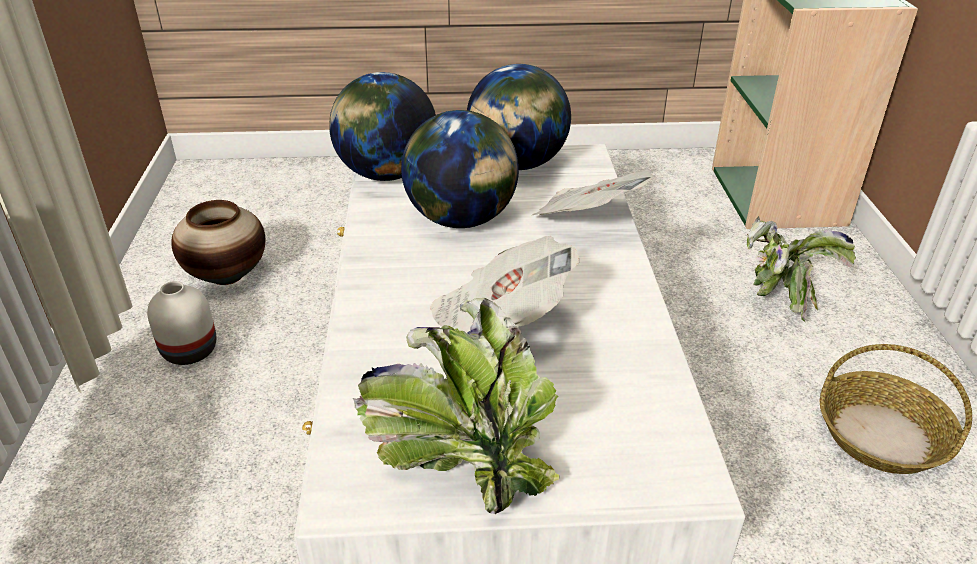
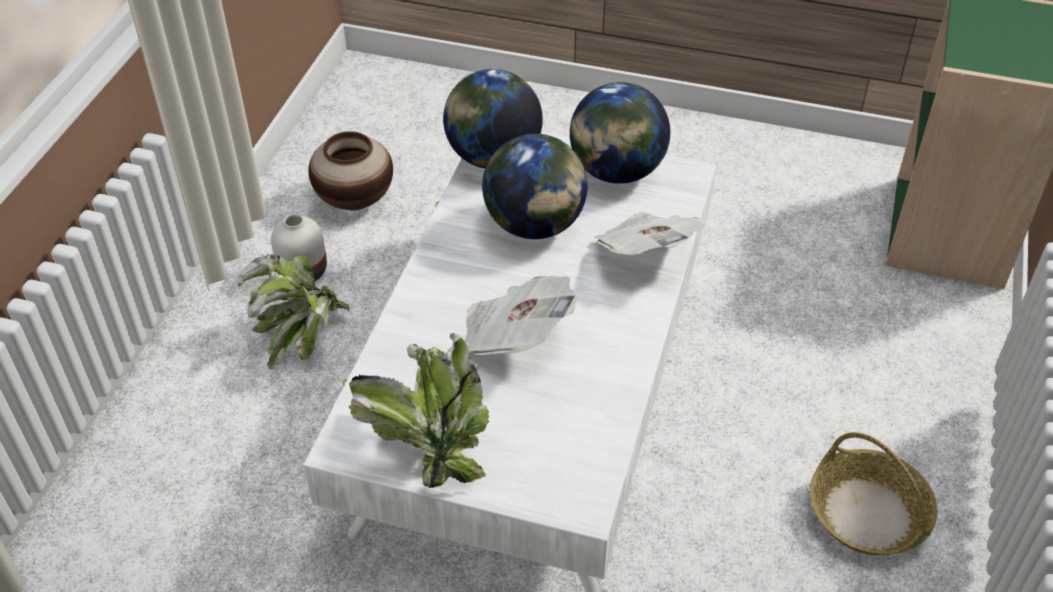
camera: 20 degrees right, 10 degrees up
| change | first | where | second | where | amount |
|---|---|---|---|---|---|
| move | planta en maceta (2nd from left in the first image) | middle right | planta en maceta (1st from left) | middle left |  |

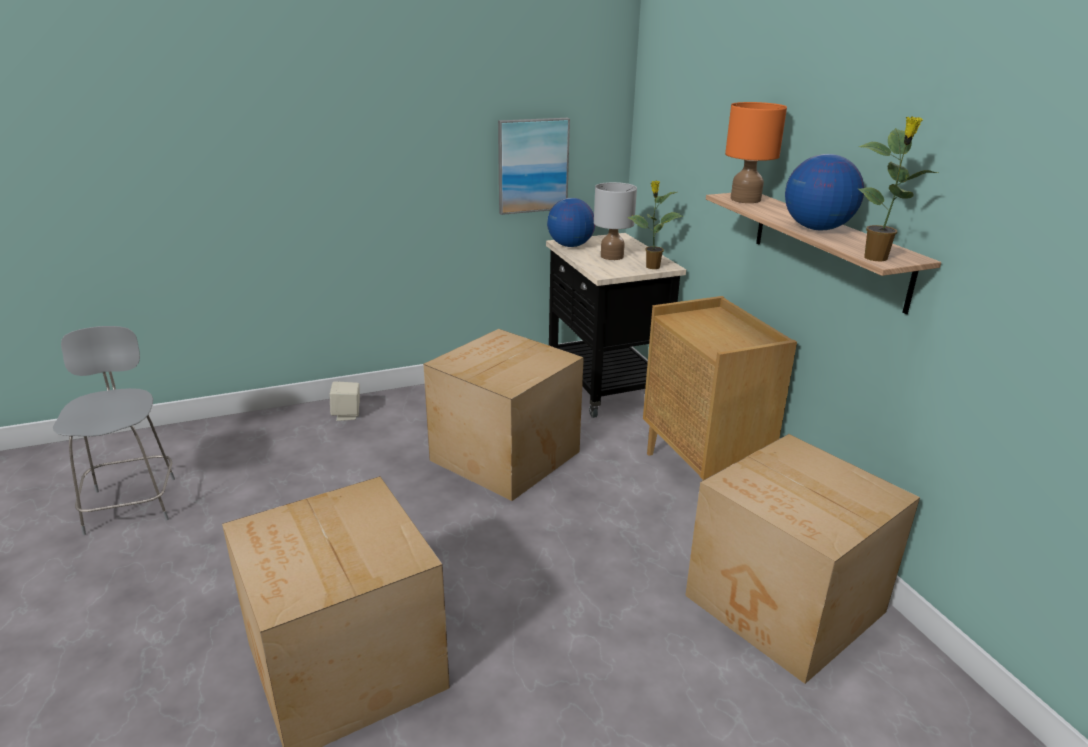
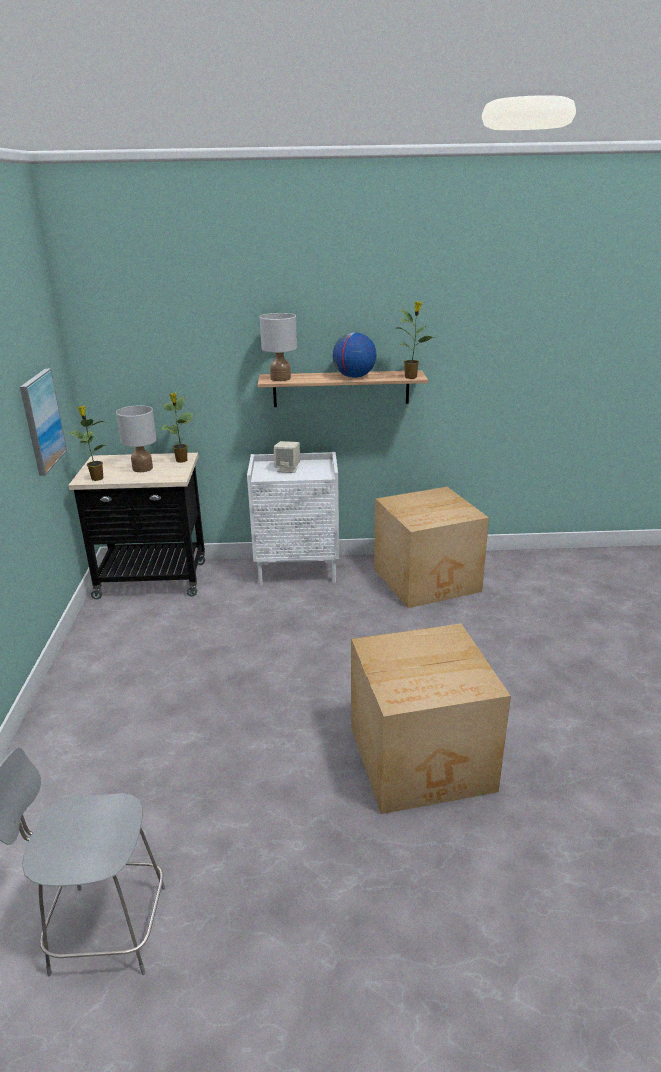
camera: 70 degrees left, 0 degrees up
| change | first | where | second | where | amount |
|---|---|---|---|---|---|
| move | altavoz [beis] | middle left |  | centre |  |
| delete | caja de cartón (2nd from left) | centre |  |  |  |
| replace | globo terráqueo (1st from left) | top centre | planta en maceta (1st from left) | middle left |  |
| recolor | armario [marrón] | centre | armario [blanco] | centre |  |
| recolor | lámpara de mesa [naranja] | top right | lámpara de mesa [gris] (2nd from left) | top centre |  |

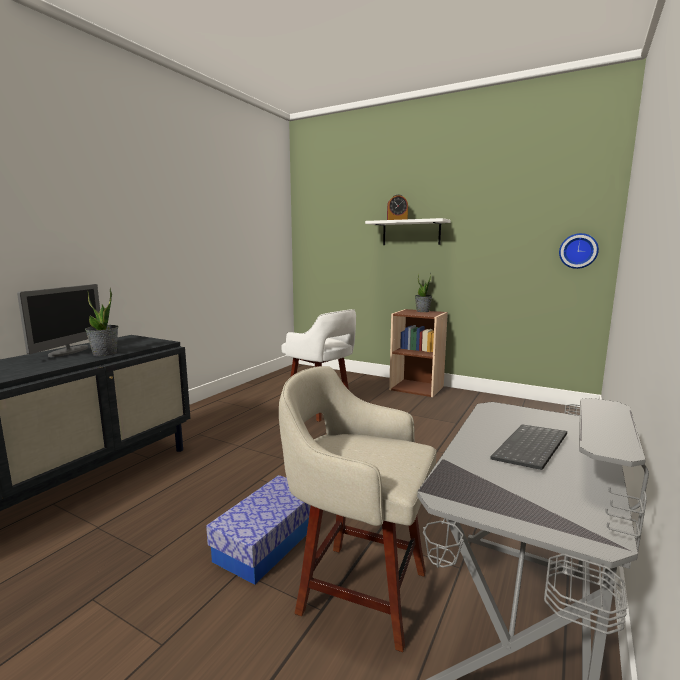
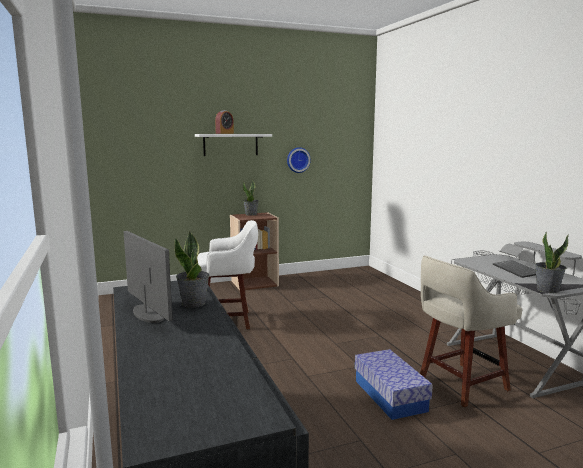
camera: 50 degrees left, 0 degrees up
| change | first | where | second | where | amount |
|---|---|---|---|---|---|
| move | reloj de pared | middle right |  | centre |  |
| insert |  |  | planta en maceta (3rd from left) | middle right |  |

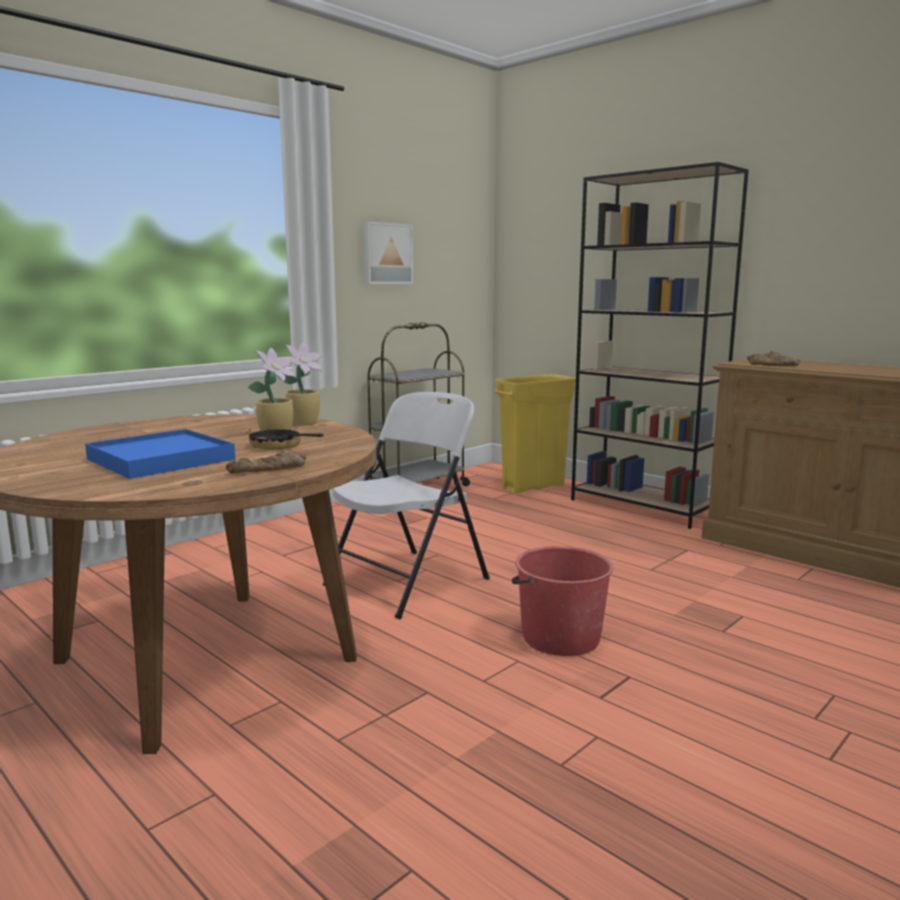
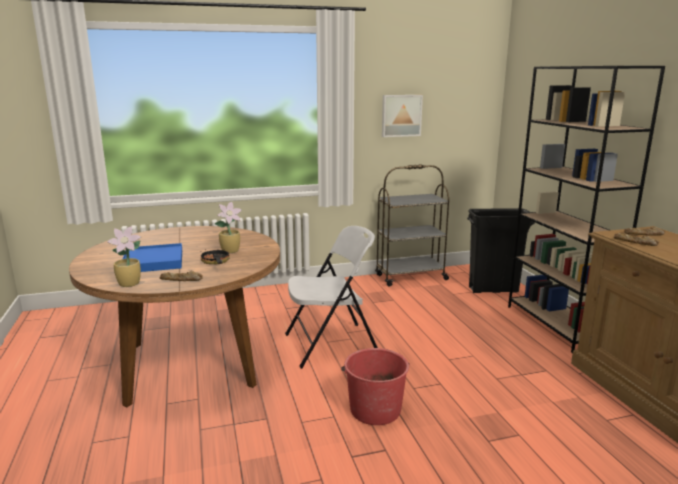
camera: 30 degrees right, 5 degrees up
| change | first | where | second | where | amount |
|---|---|---|---|---|---|
| move | planta en maceta (2nd from left in the first image) | centre | planta en maceta (1st from left) | middle left |  |
| recolor | papelera [amarillo] | centre | papelera [negro] | middle right |  |

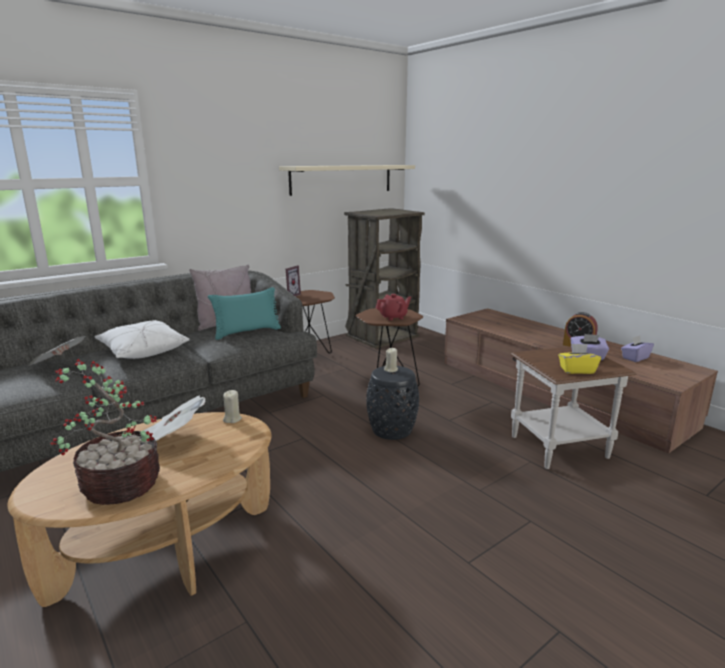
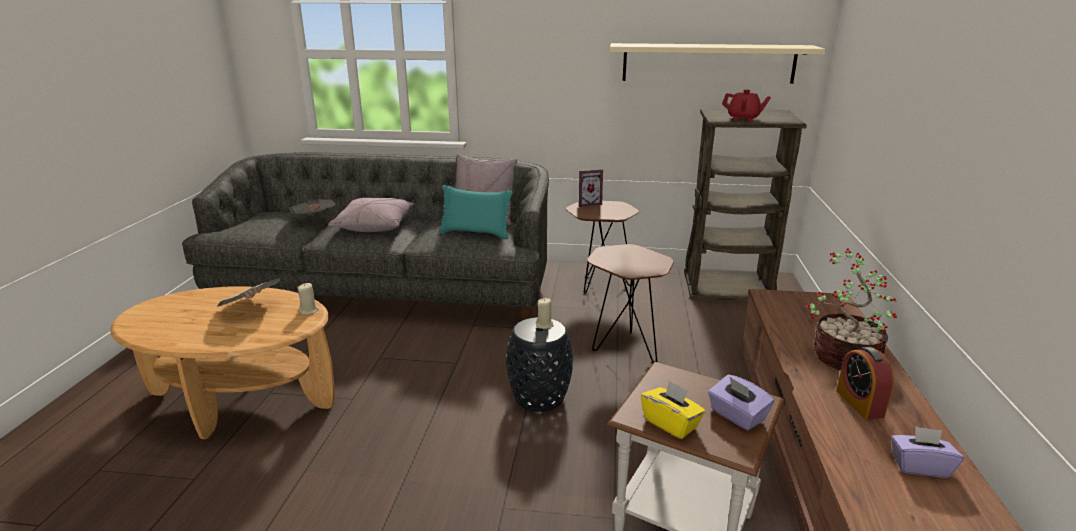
camera: 45 degrees right, 5 degrees up
| change | first | where | second | where | amount |
|---|---|---|---|---|---|
| move | planta en maceta | middle left |  | middle right |  |
| recolor | cojín [blanco] | middle left | cojín [morado] (1st from left) | centre |  |
| move | tetera [rojo] | centre |  | top right |  |

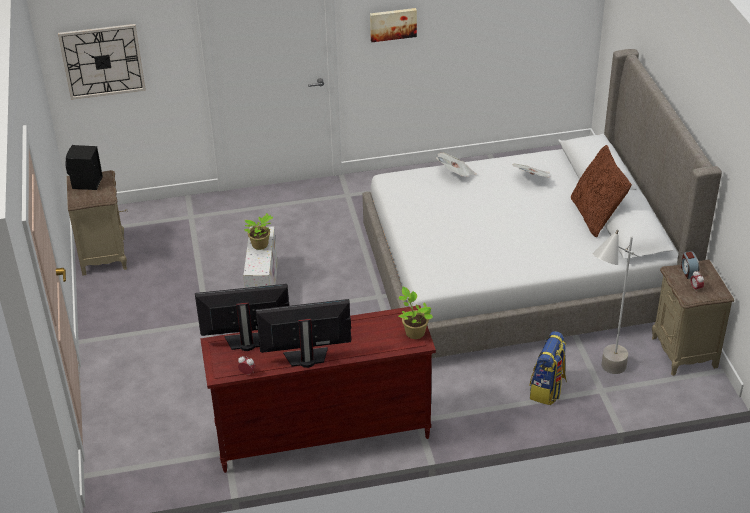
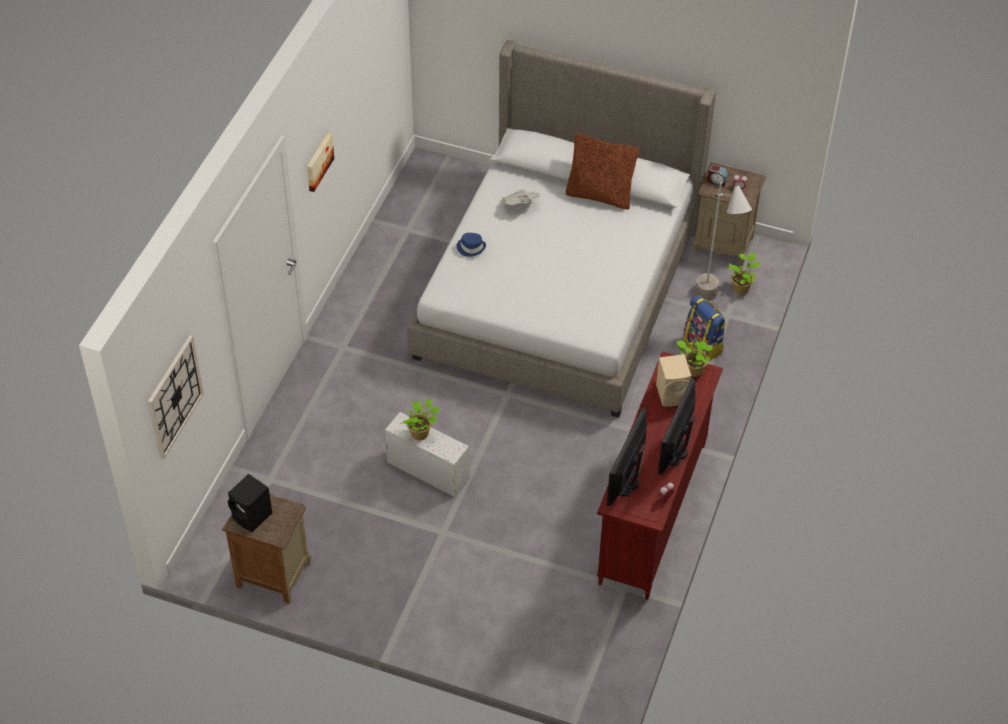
camera: 60 degrees left, 10 degrees up
| change | first | where | second | where | amount |
|---|---|---|---|---|---|
| replace | periódico (1st from left) | top centre | sombrero [azul] | centre |  |
| insert |  |  | altavoz [beis] | middle right |  |
| insert |  |  | planta en maceta (3rd from left) | middle right |  |

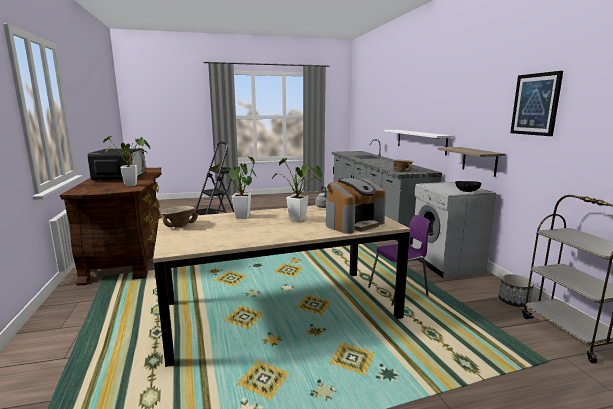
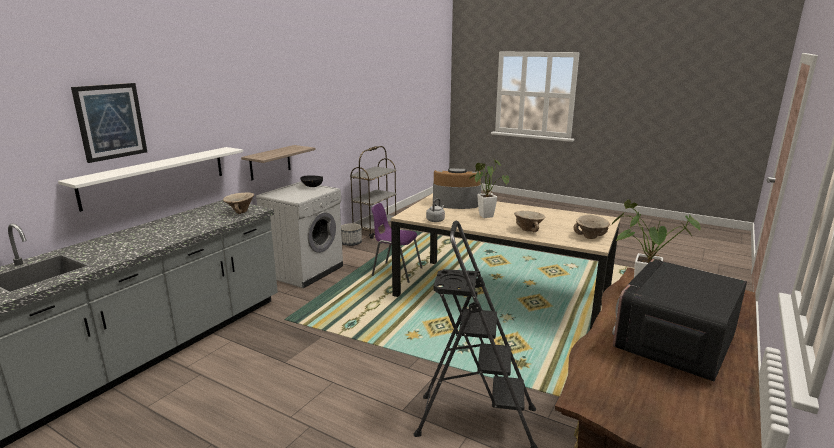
camera: 135 degrees left, 5 degrees up
| change | first | where | second | where | amount |
|---|---|---|---|---|---|
| replace | planta en maceta (2nd from left) | centre | cuenco [beis] (2nd from left) | centre |  |
| move | cuadro | top right |  | top left |  |

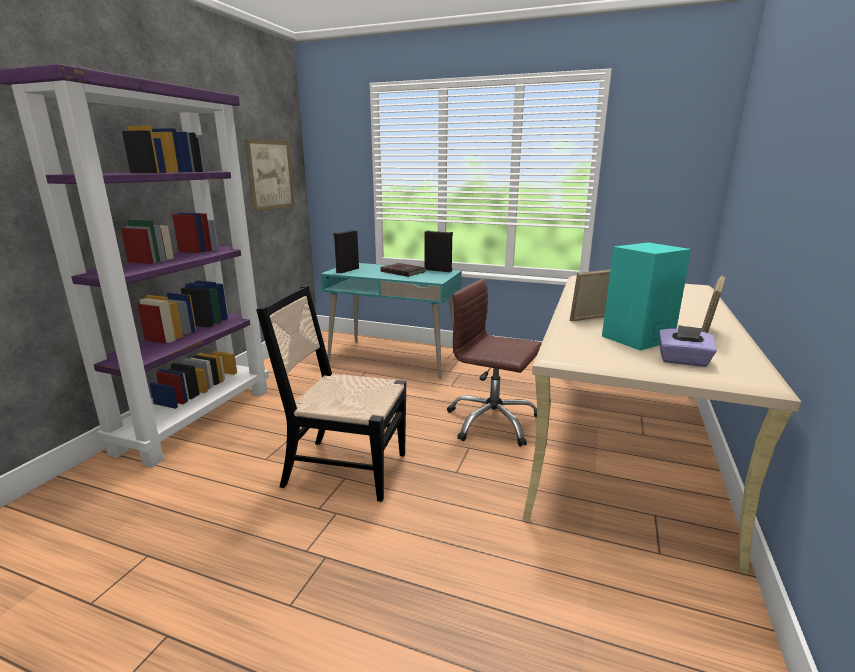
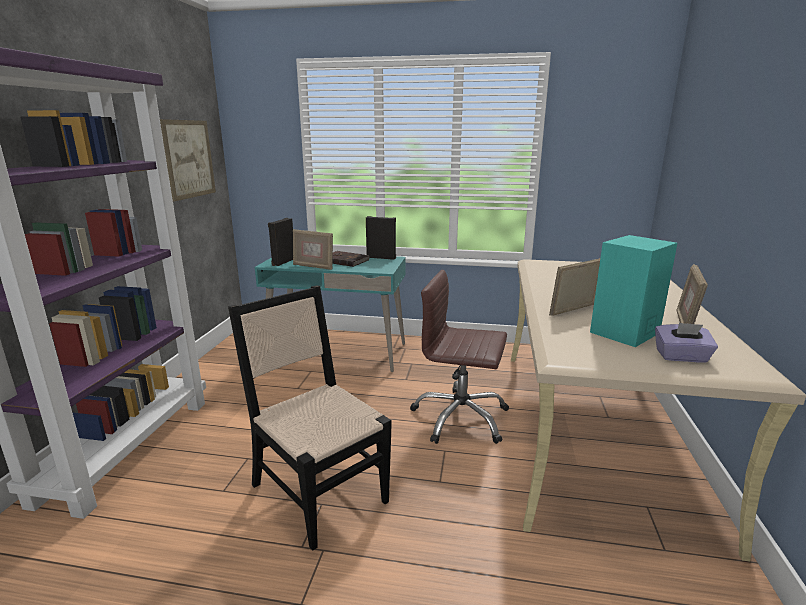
camera: 10 degrees left, 0 degrees up
| change | first | where | second | where | amount |
|---|---|---|---|---|---|
| rotate | silla | centre |  | bottom centre | 45 degrees clockwise |
| insert |  |  | portarretratos (1st from left) | centre |  |

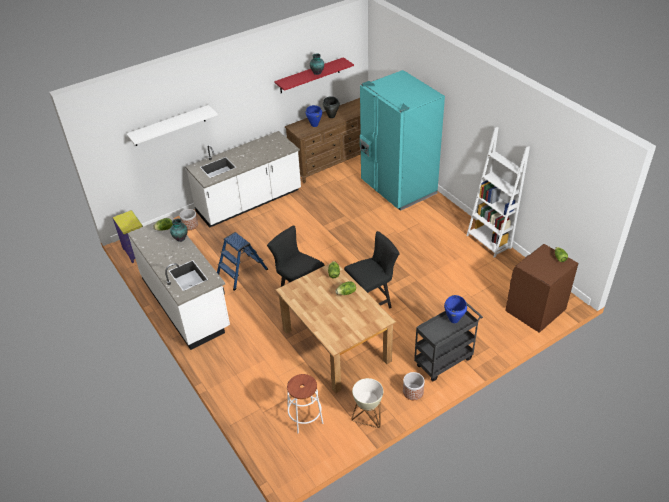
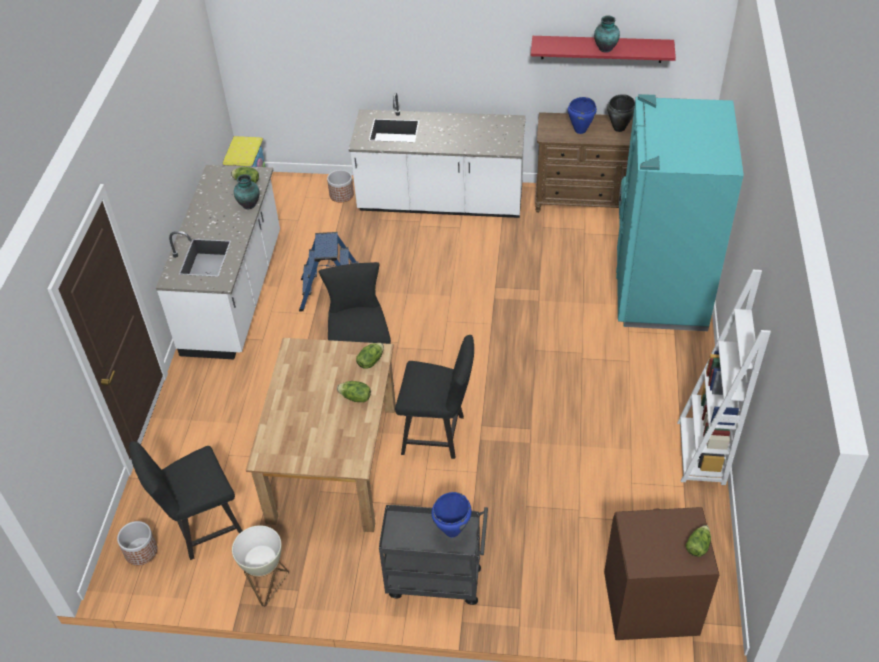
camera: 40 degrees right, 5 degrees up
| change | first | where | second | where | amount |
|---|---|---|---|---|---|
| delete | estante [blanco] | top left |  |  |  |
| replace | taburete [blanco] | bottom centre | silla [negro] (1st from left) | bottom left |  |
| move | maceta (3rd from left in the first image) | bottom centre | maceta (1st from left) | bottom left |  |

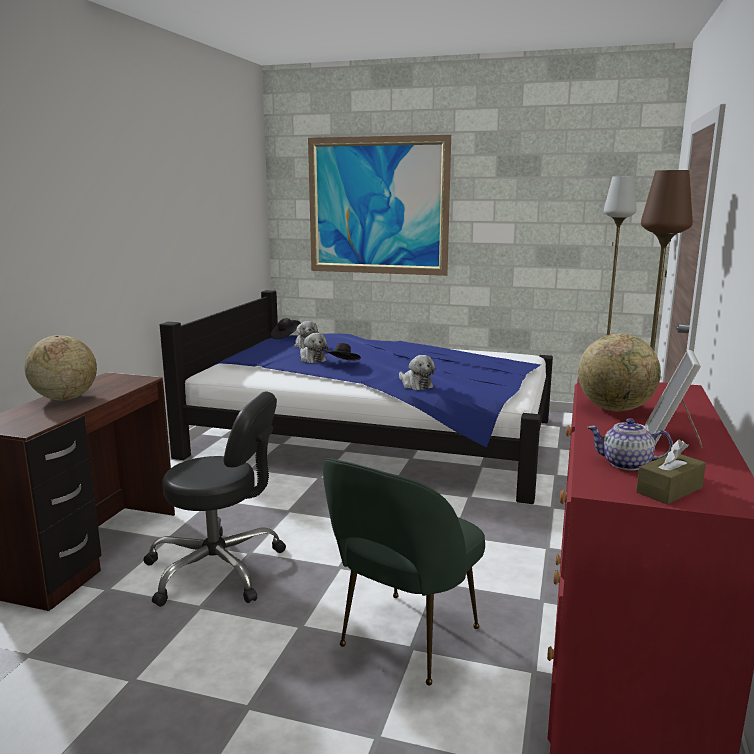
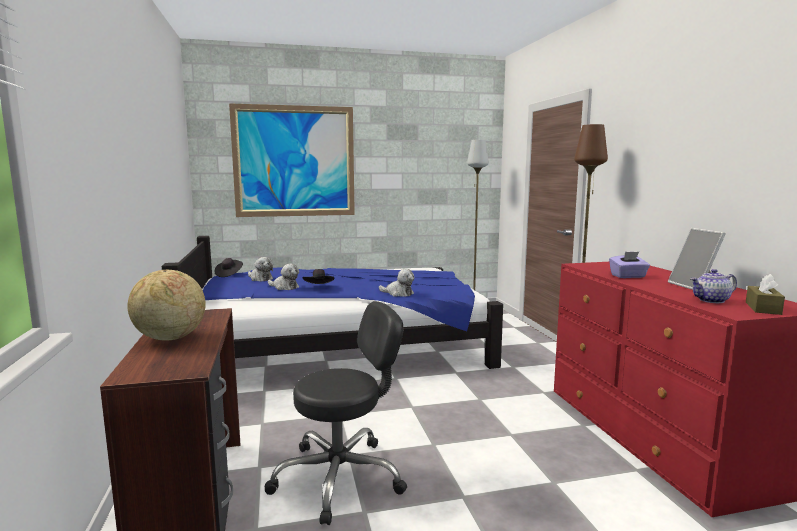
camera: 30 degrees left, 5 degrees down
| change | first | where | second | where | amount |
|---|---|---|---|---|---|
| delete | silla [verde] | bottom centre |  |  |  |
| replace | globo terráqueo (2nd from left) | middle right | caja de pañuelos [morado] | middle right |  |

